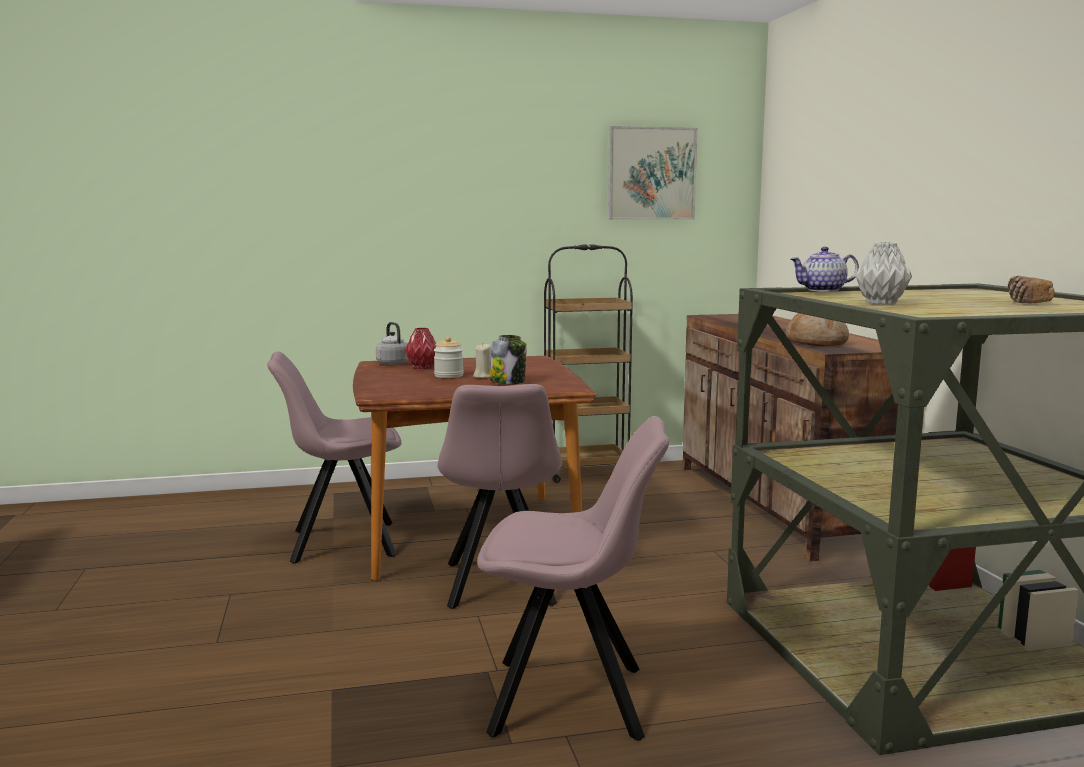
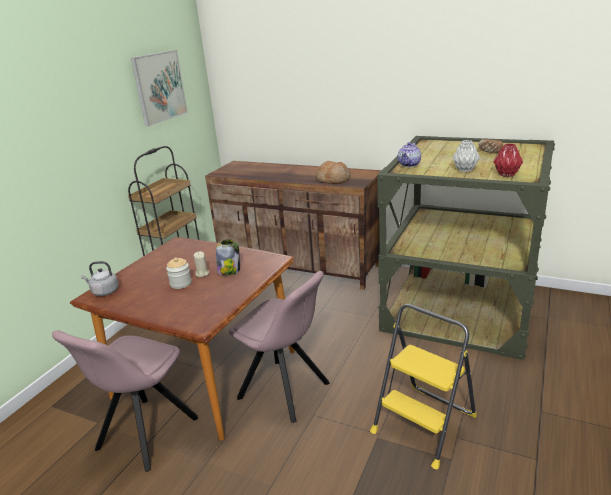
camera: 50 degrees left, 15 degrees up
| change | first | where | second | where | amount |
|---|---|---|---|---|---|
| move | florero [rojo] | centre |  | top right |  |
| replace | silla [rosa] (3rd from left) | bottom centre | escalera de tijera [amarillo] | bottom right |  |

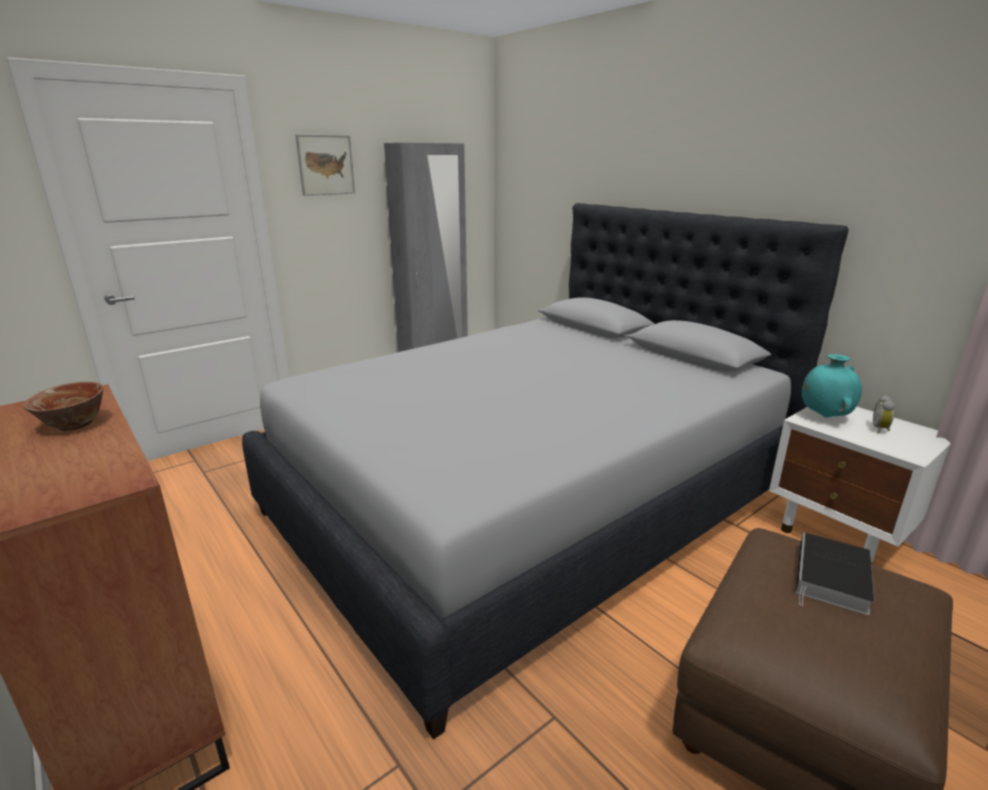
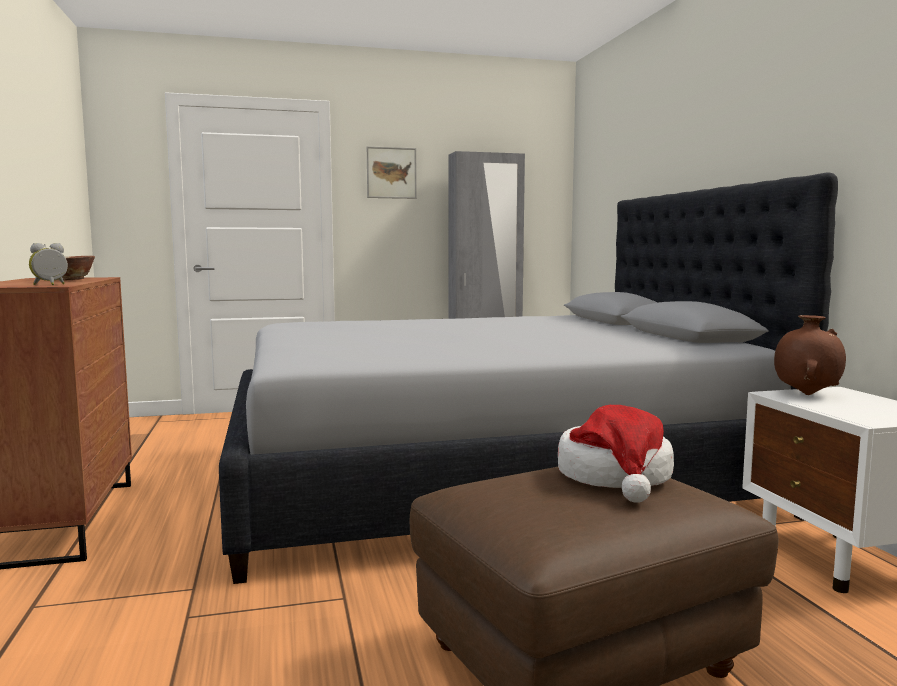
camera: 25 degrees right, 15 degrees down
| change | first | where | second | where | amount |
|---|---|---|---|---|---|
| replace | libro | bottom right | sombrero | middle right |  |
| recolor | florero [turquesa] | middle right | florero [marrón] | middle right |  |
| move | despertador | middle right |  | middle left |  |

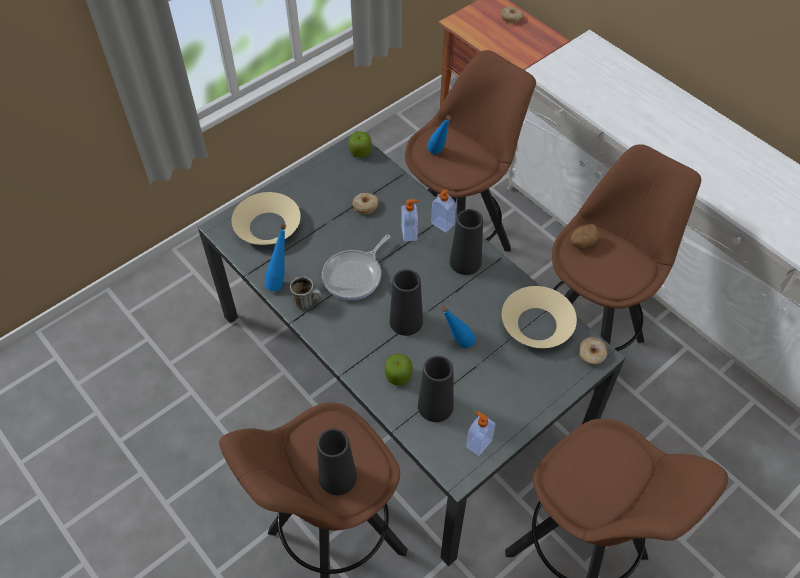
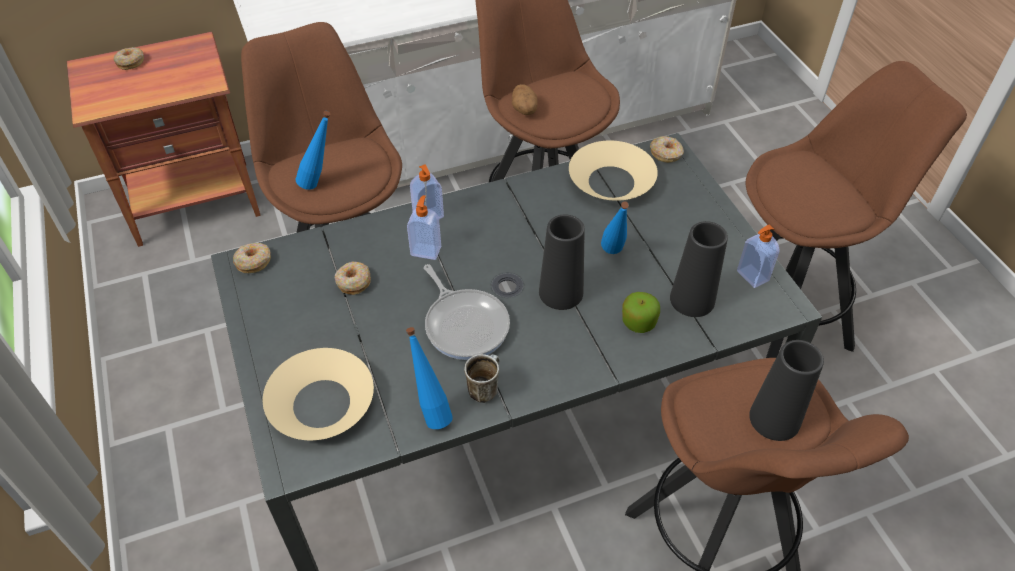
camera: 70 degrees left, 5 degrees down
| change | first | where | second | where | amount |
|---|---|---|---|---|---|
| replace | manzana (1st from left) | top centre | rosquilla (2nd from left) | middle left |  |
| delete | florero [negro] (4th from left) | centre |  |  |  |

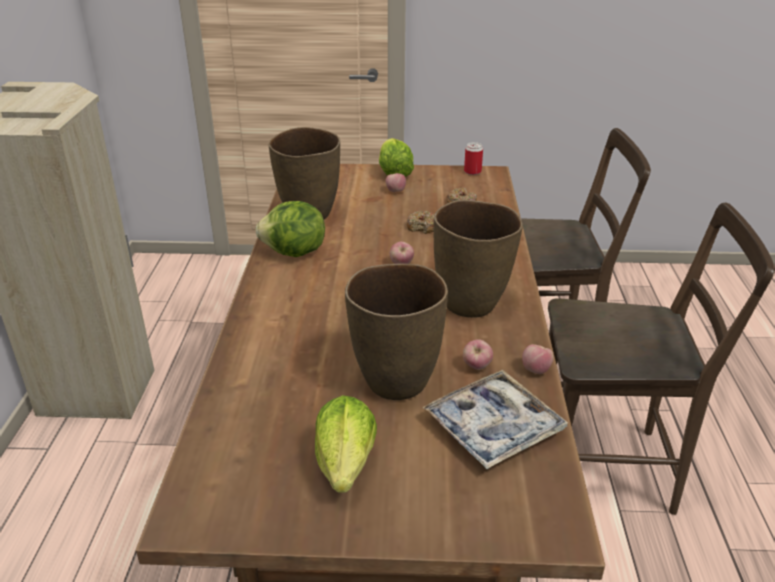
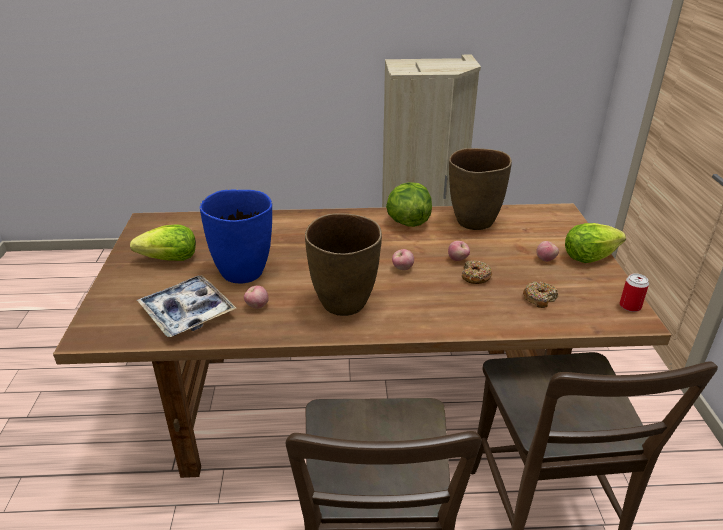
camera: 85 degrees right, 0 degrees up
| change | first | where | second | where | amount |
|---|---|---|---|---|---|
| recolor | florero [marrón] (2nd from left) | centre | florero [azul] | middle left |  |
| move | manzana (4th from left in the first image) | middle right | manzana (3rd from left) | centre |  |

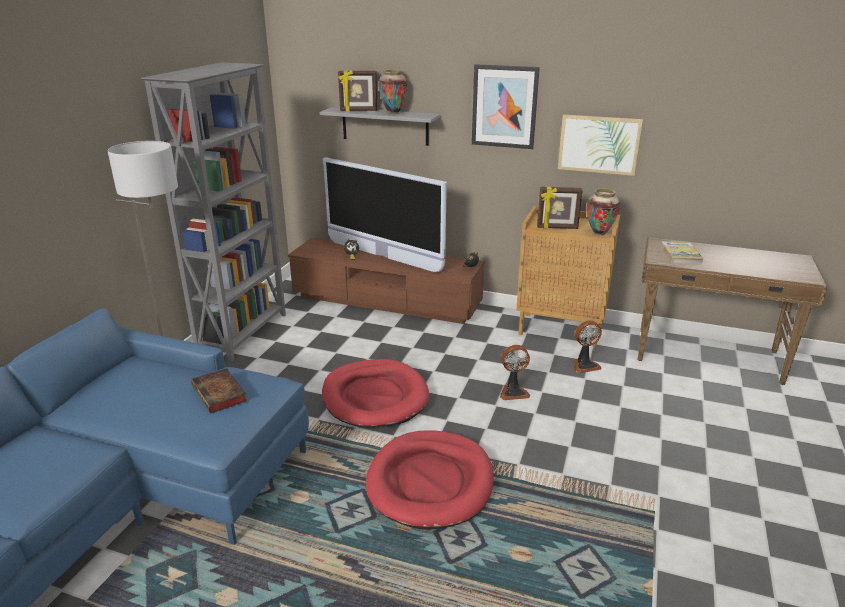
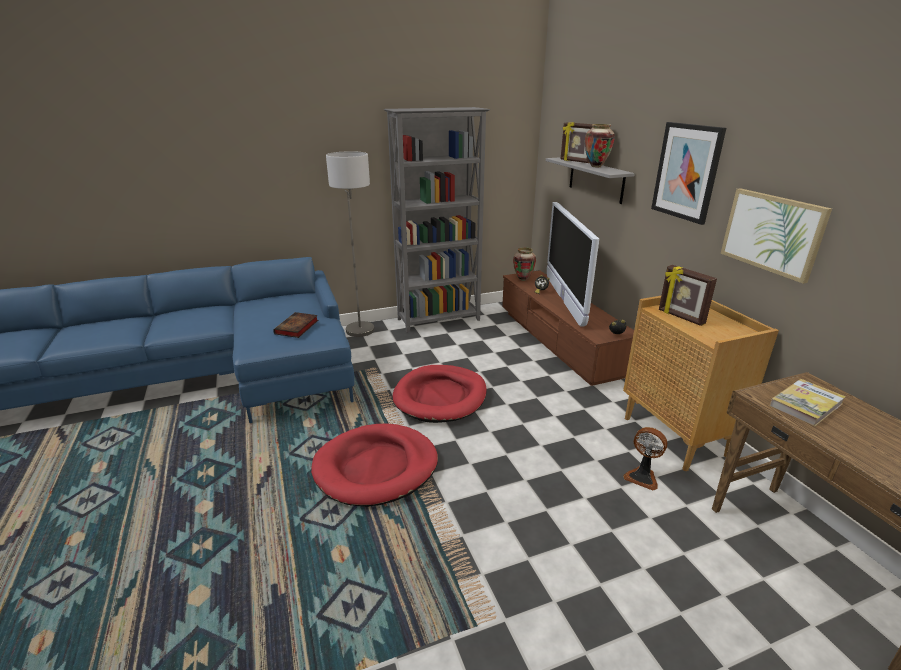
camera: 50 degrees right, 0 degrees up
| change | first | where | second | where | amount |
|---|---|---|---|---|---|
| delete | ventilador (1st from left) | centre |  |  |  |
| move | florero (2nd from left in the first image) | middle right | florero (1st from left) | centre |  |

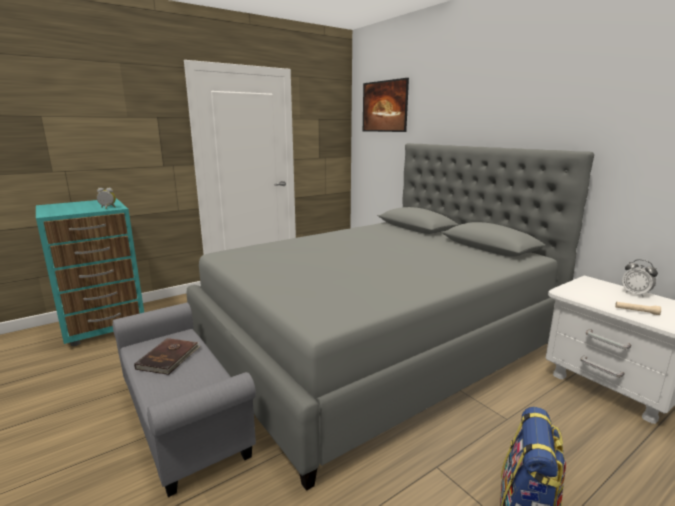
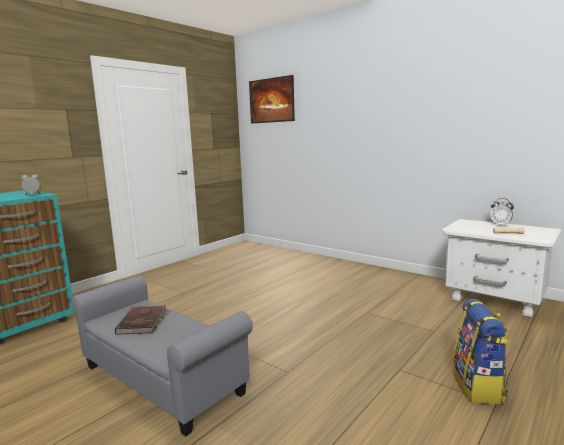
camera: 15 degrees left, 5 degrees down
| change | first | where | second | where | amount |
|---|---|---|---|---|---|
| delete | cama [gris] | centre |  |  |  |

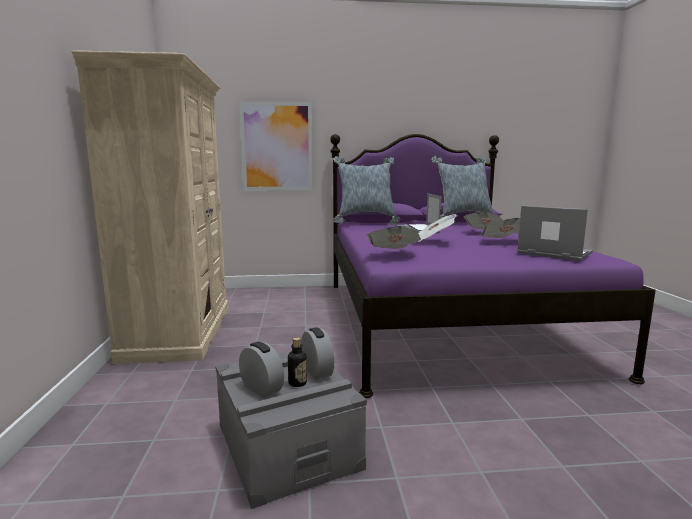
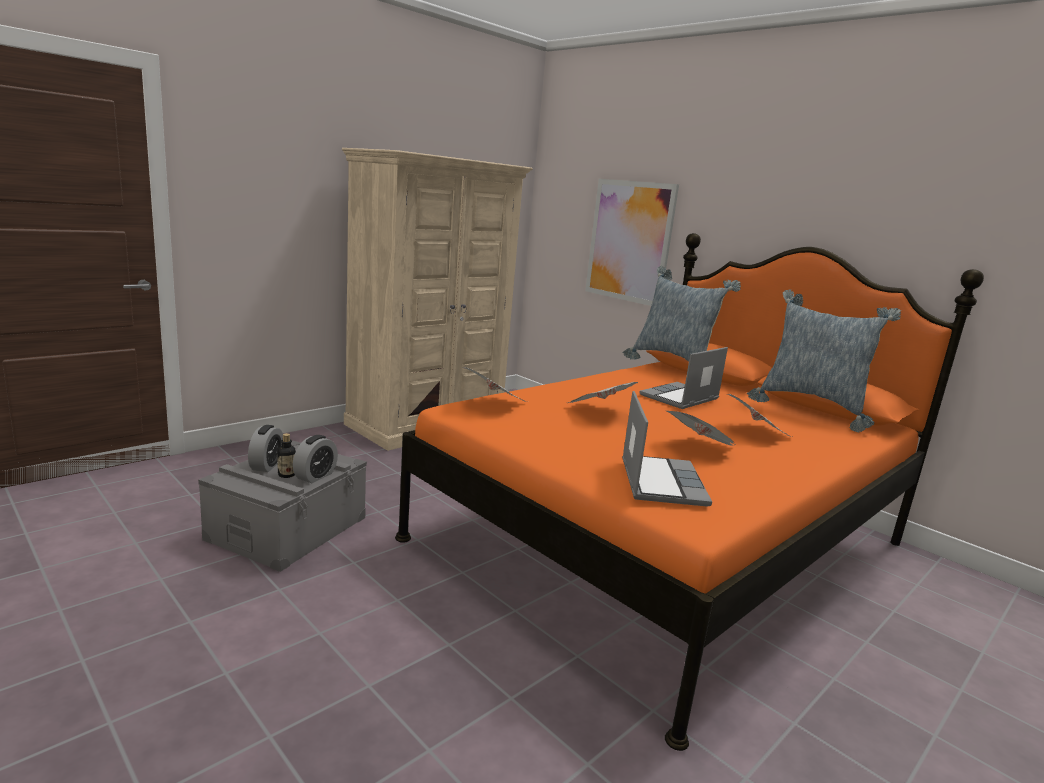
camera: 50 degrees right, 5 degrees up
| change | first | where | second | where | amount |
|---|---|---|---|---|---|
| recolor | cama [morado] | middle right | cama [naranja] | centre |  |

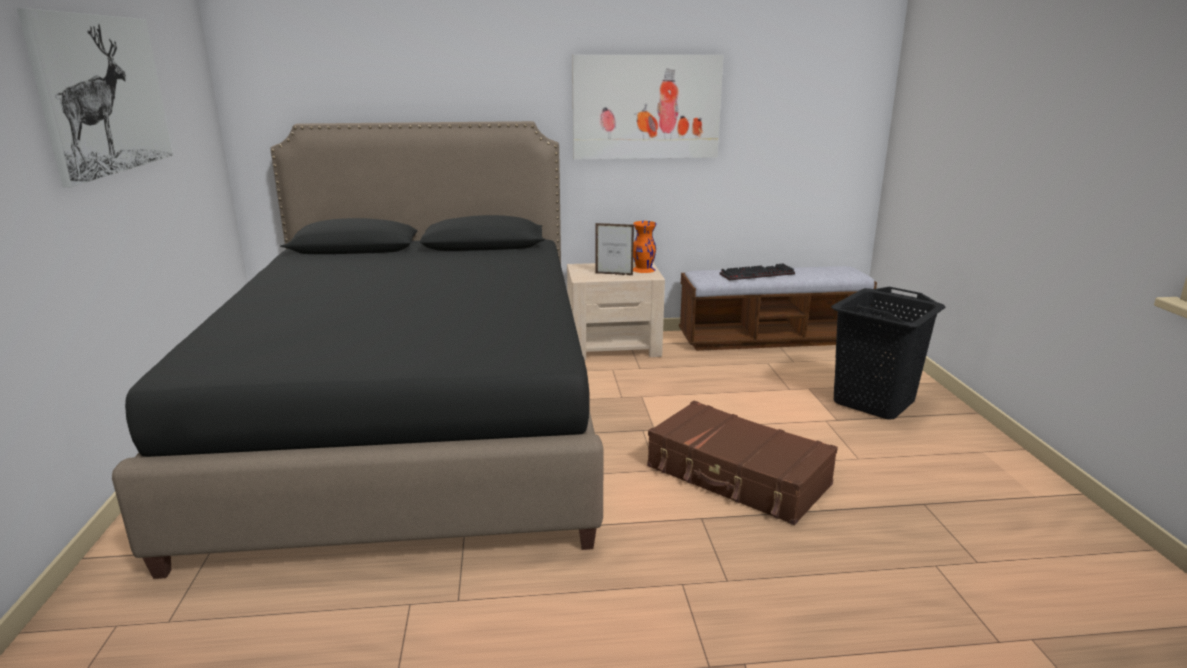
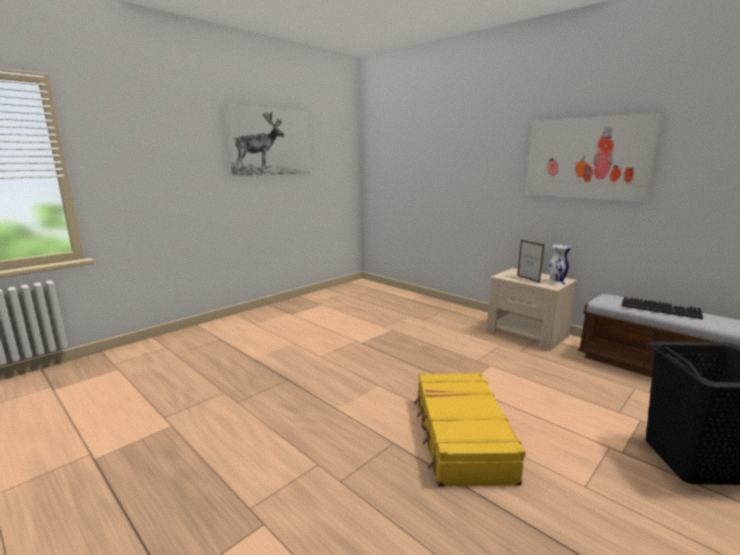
camera: 50 degrees right, 5 degrees down
| change | first | where | second | where | amount |
|---|---|---|---|---|---|
| delete | cama [negro] | middle left |  |  |  |
| recolor | florero [naranja] | centre | florero [blanco] | middle right |  |
| recolor | maleta [marrón] | bottom centre | maleta [amarillo] | bottom centre |  |

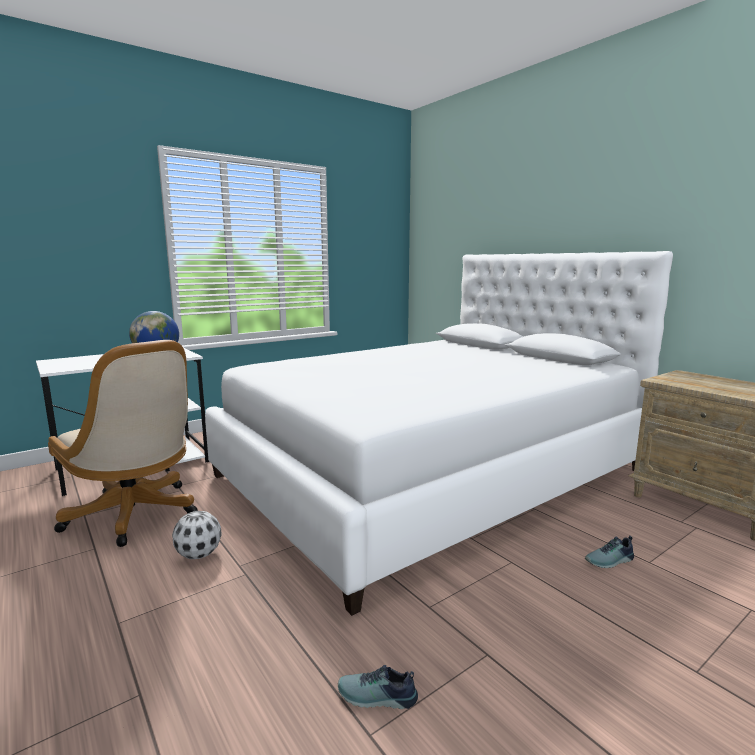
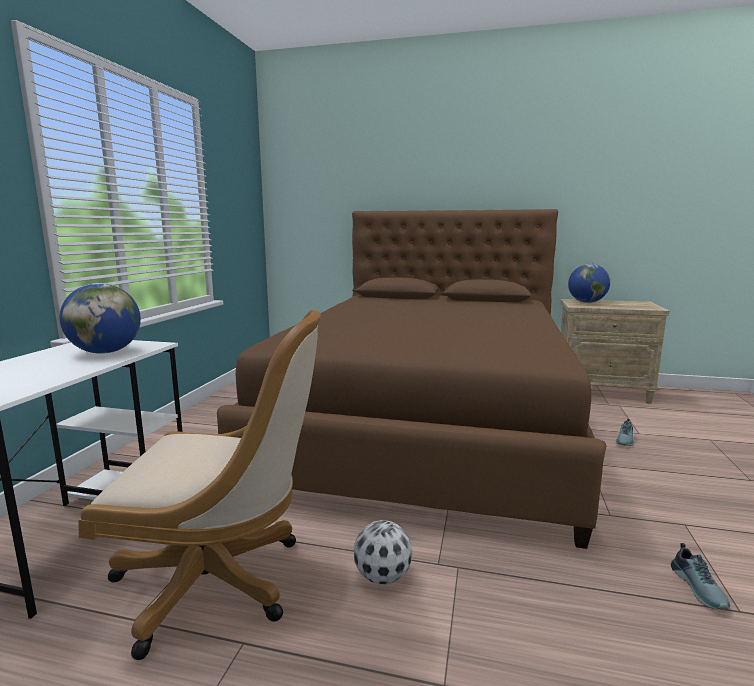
camera: 40 degrees left, 0 degrees up
| change | first | where | second | where | amount |
|---|---|---|---|---|---|
| recolor | cama [blanco] | centre | cama [marrón] | centre |  |
| rotate | zapato (1st from left in the first image) | bottom centre | zapato (2nd from left) | bottom right | 60 degrees counterclockwise |
| insert |  |  | globo terráqueo (2nd from left) | middle right |  |

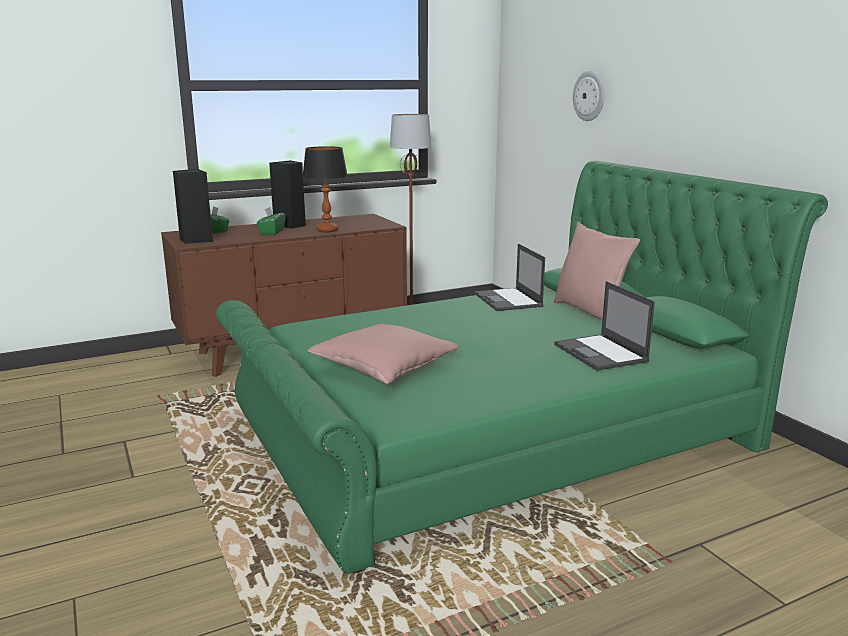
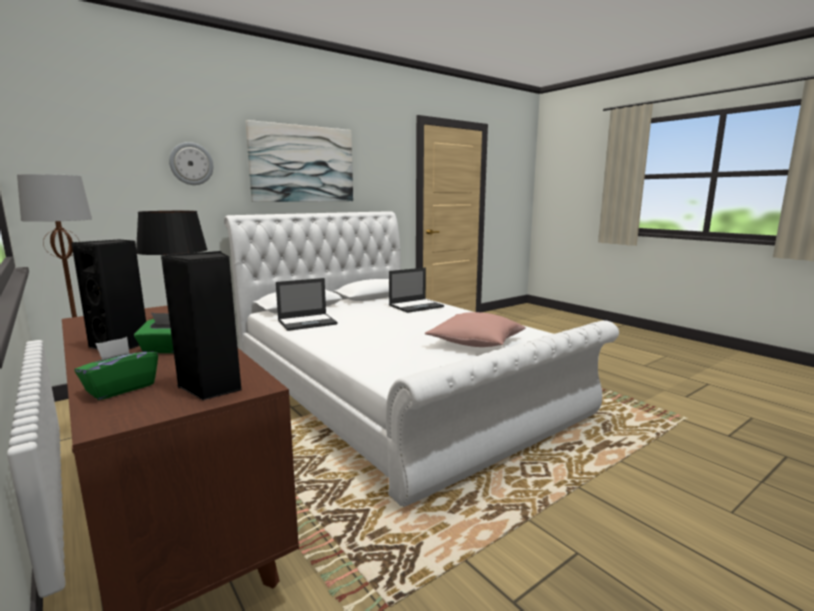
camera: 100 degrees left, 5 degrees down
| change | first | where | second | where | amount |
|---|---|---|---|---|---|
| recolor | cama [verde] | centre | cama [blanco] | centre |  |
| delete | cojín [rosa] (2nd from left) | middle right |  |  |  |
| insert |  |  | cuadro | top centre |  |

